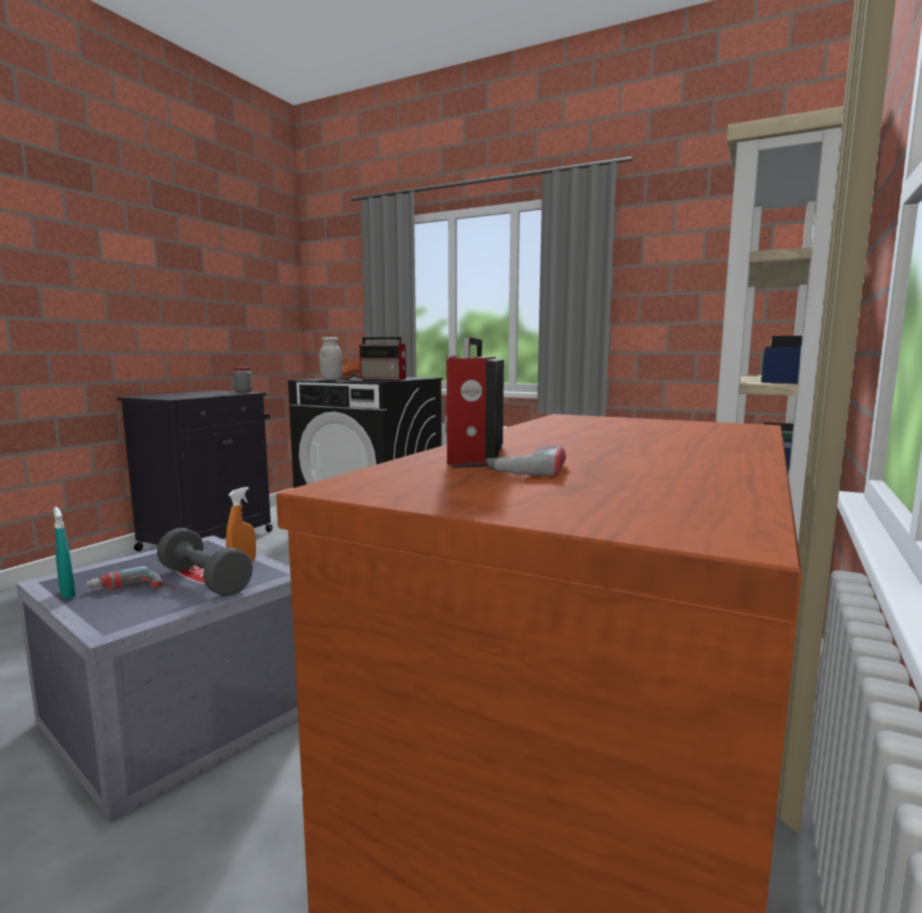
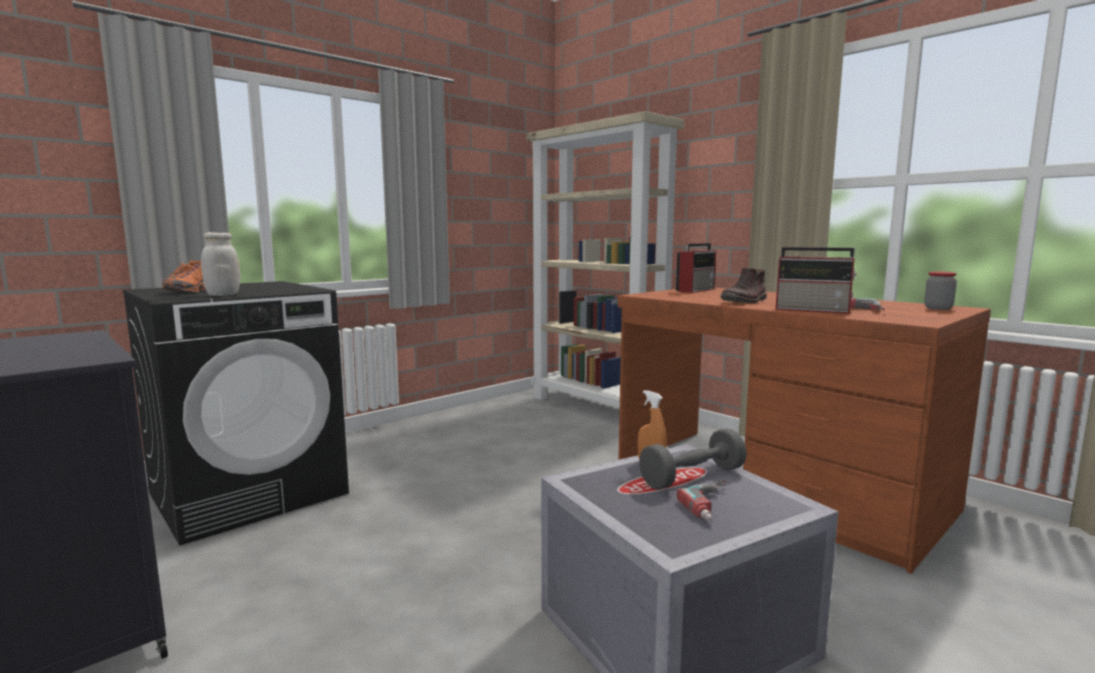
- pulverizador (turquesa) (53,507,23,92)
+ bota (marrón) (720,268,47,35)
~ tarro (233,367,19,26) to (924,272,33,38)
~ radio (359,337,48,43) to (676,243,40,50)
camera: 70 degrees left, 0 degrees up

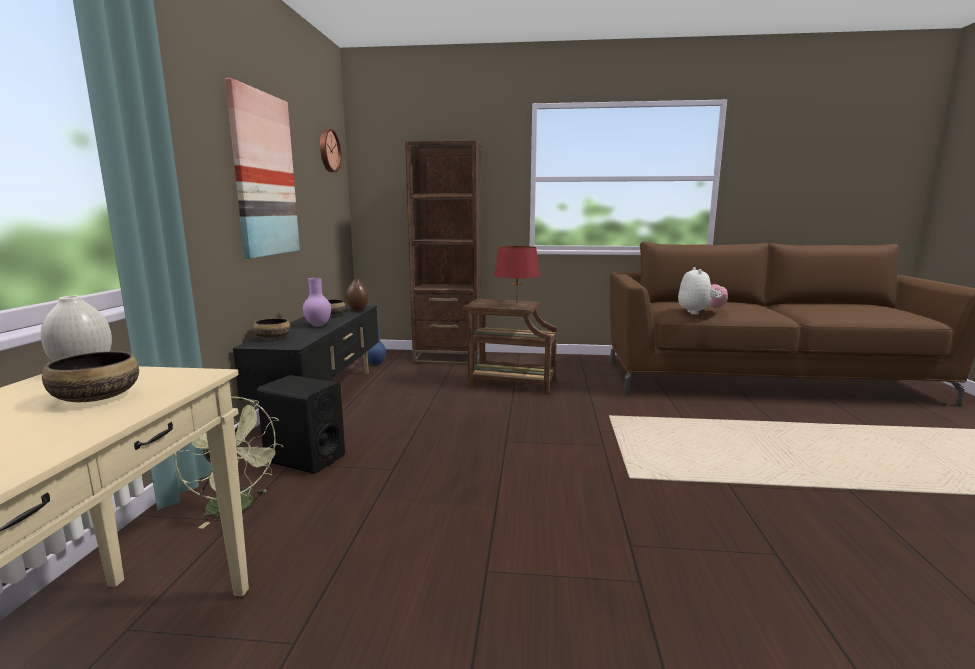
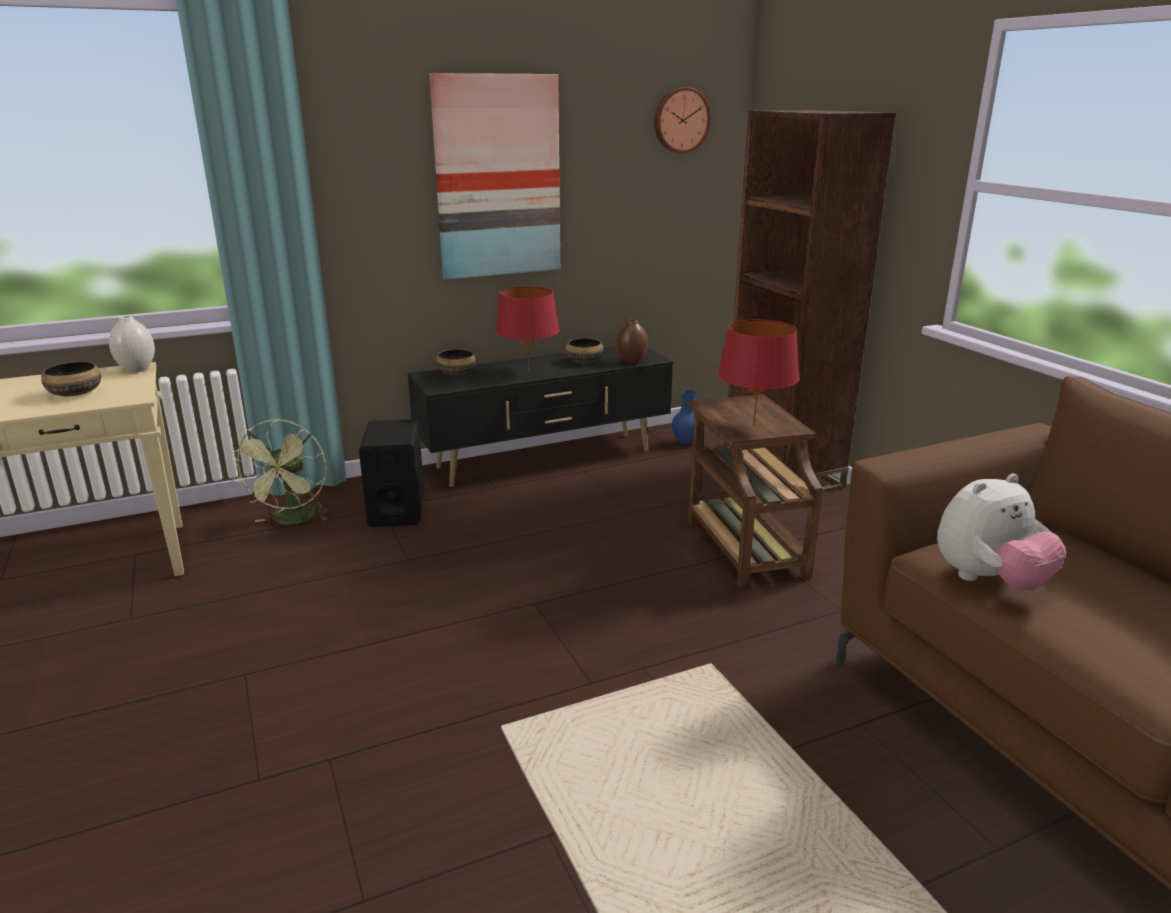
~ florero (morado) (303,278,28,49) to lámpara de mesa (rojo) (495,286,65,85)
camera: 60 degrees right, 10 degrees up

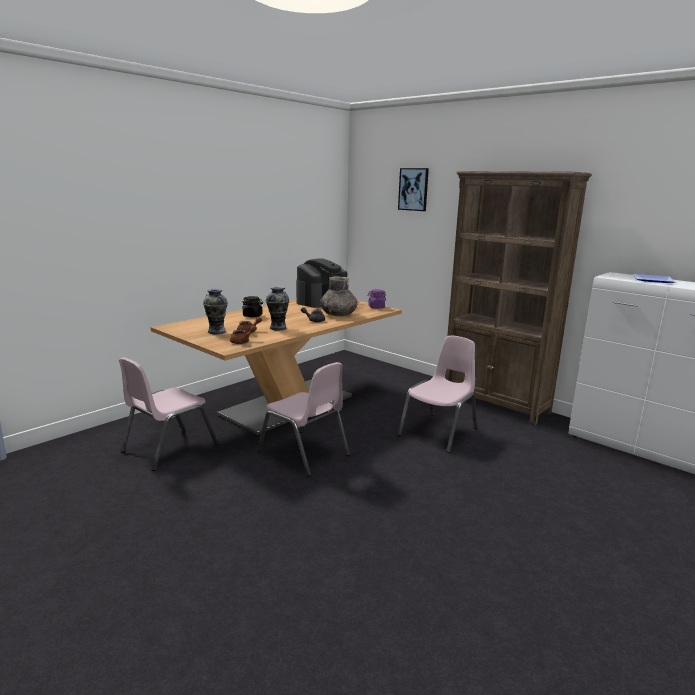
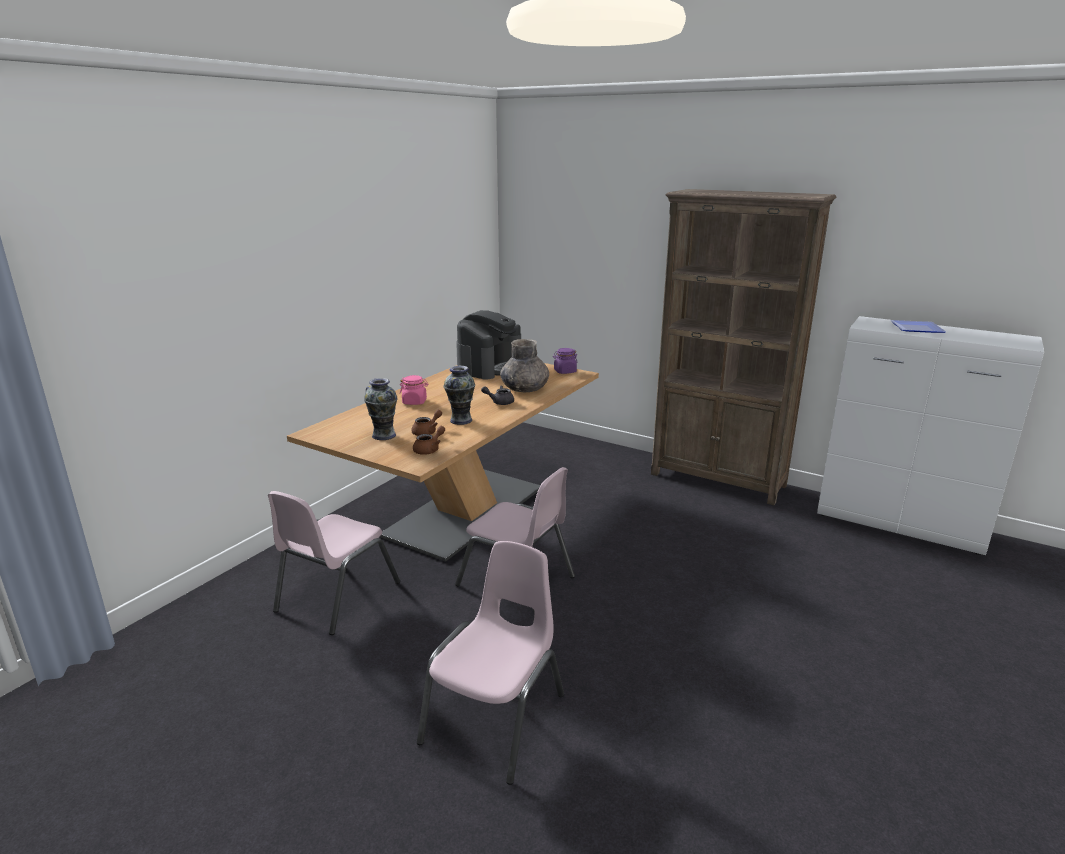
- cuadro (398,168,31,43)
~ silla (rosa) (398,336,79,117) to (417,541,147,244)
~ tarro (negro) (242,296,21,21) to tarro (rosa) (400,375,28,30)
camera: 10 degrees left, 5 degrees up

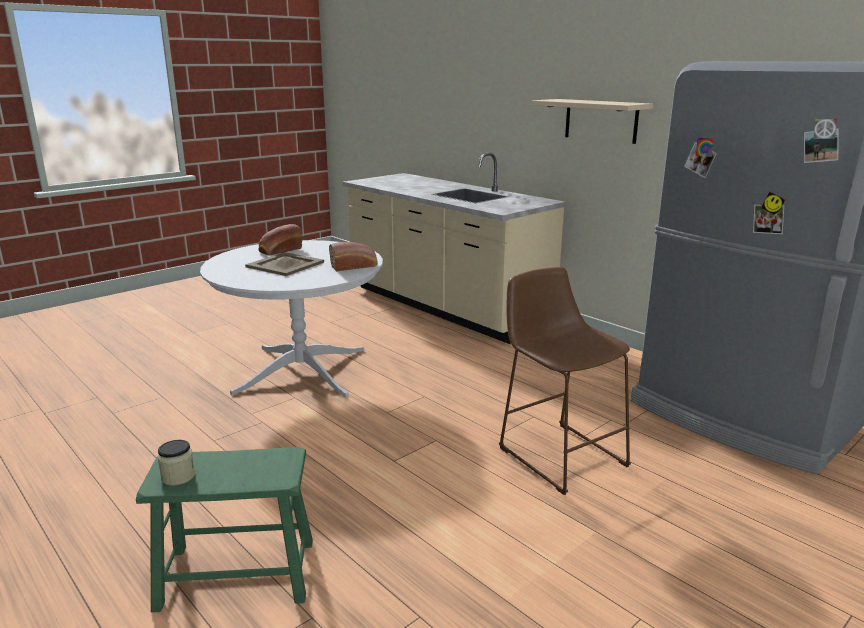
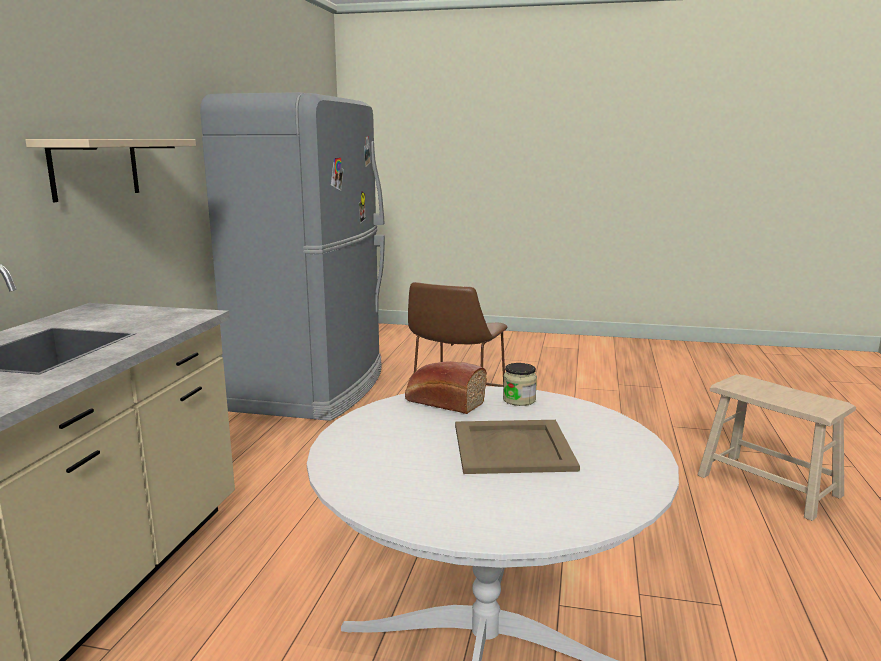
- pan (259,224,43,31)
~ tarro (158,440,37,46) to (503,363,34,43)
~ taburete (verde) (136,447,177,166) to taburete (beis) (698,374,158,147)
camera: 125 degrees left, 5 degrees down

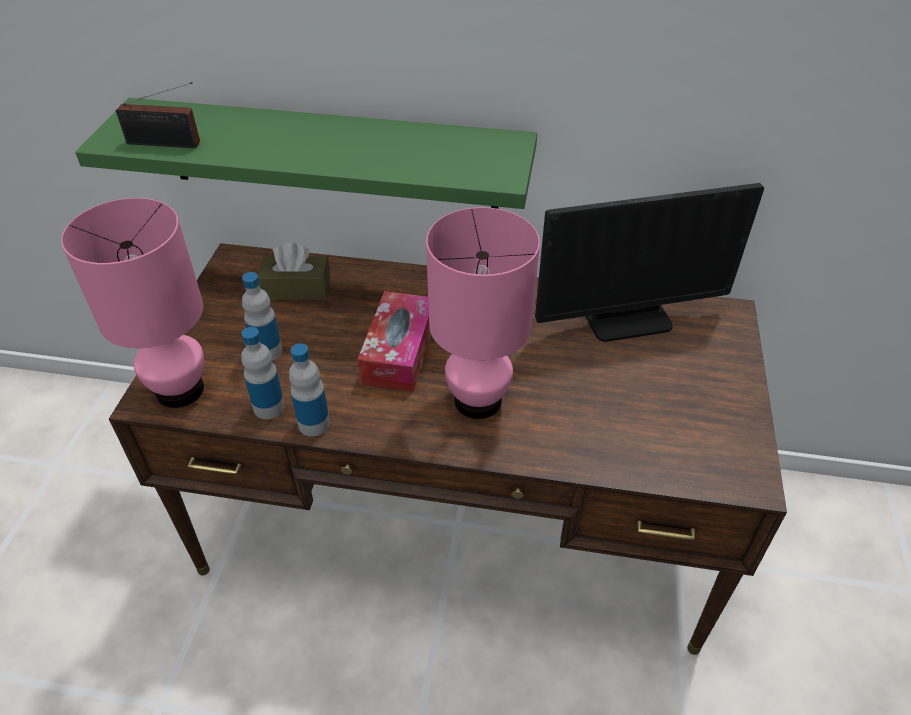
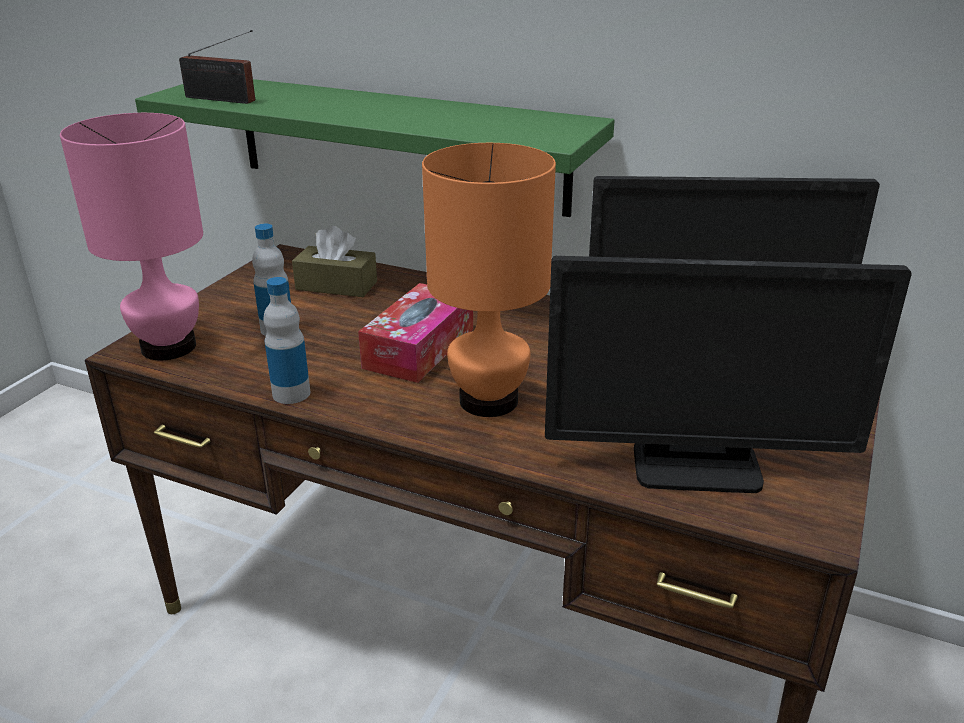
- botella (241,327,44,92)
+ monitor (545,256,367,237)
~ lámpara de mesa (rosa) (426,207,114,212) to lámpara de mesa (naranja) (422,143,134,274)
camera: 15 degrees right, 15 degrees down

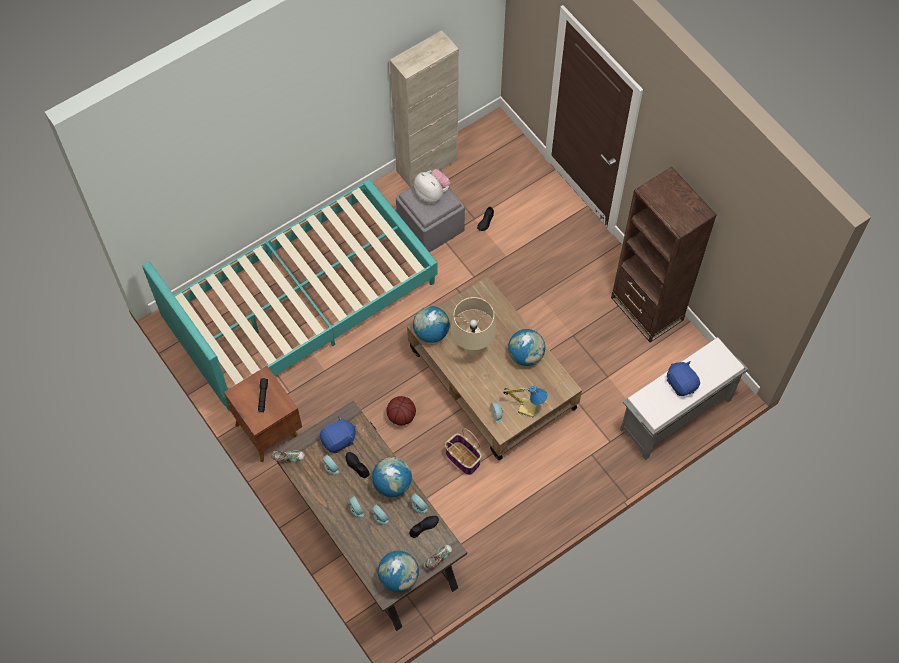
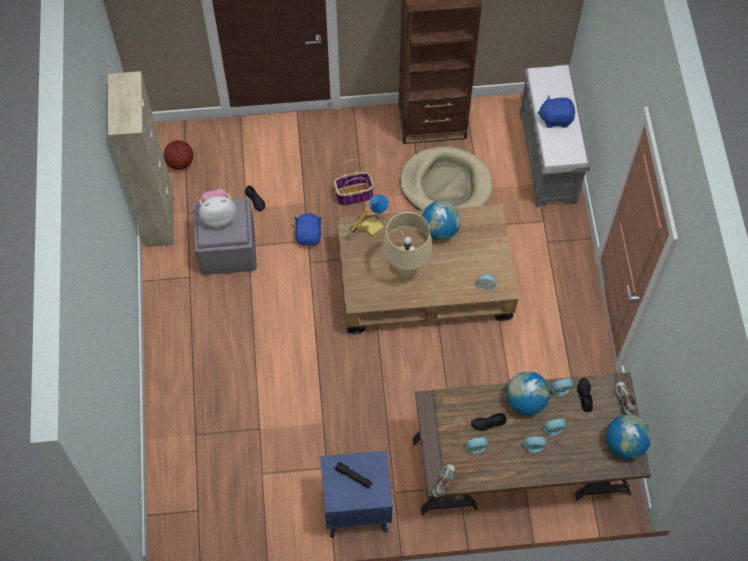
- cama (turquesa) (142,179,296,232)
- globo terráqueo (413,306,37,37)
+ cama para perro (beis) (400,146,93,65)
~ peluche (azul) (320,416,36,37) to (294,213,28,33)
~ balón de baloncesto (387,396,29,30) to (164,140,29,30)
~ cesta (445,428,37,47) to (334,159,40,47)
~ lámpara de mesa (503,385,45,33) to (350,195,38,43)
~ mesita de noche (marrón) (224,366,78,96) to mesita de noche (azul) (320,450,72,88)
camera: 60 degrees left, 0 degrees up

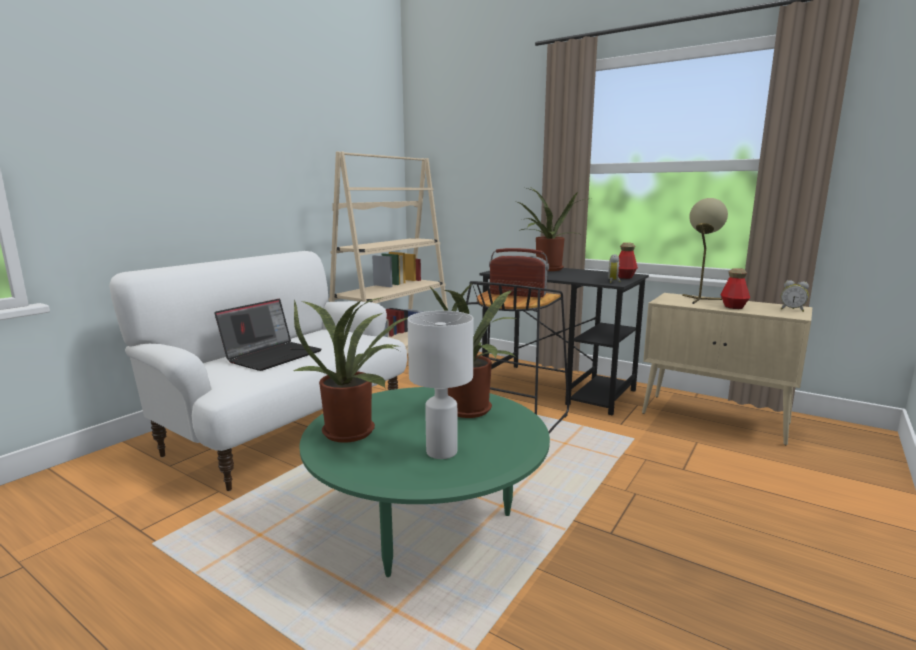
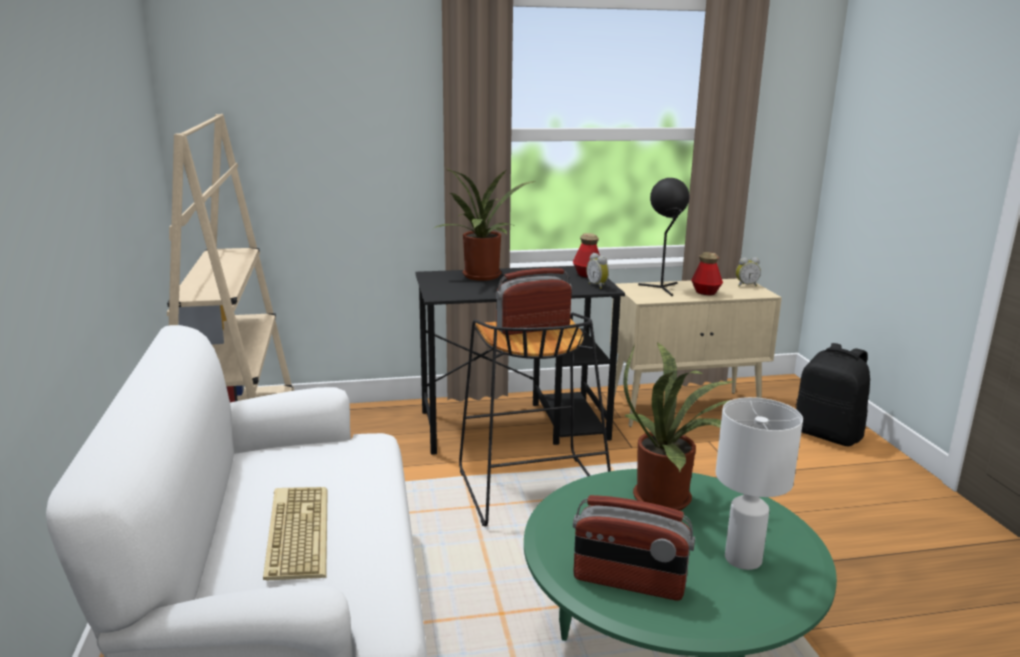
+ mochila (negro) (796,343,74,103)
~ portátil (214,299,108,72) to teclado (263,487,65,94)
~ planta en maceta (293,297,115,146) to radio (573,495,122,105)
~ lámpara de mesa (beis) (682,198,46,106) to lámpara de mesa (negro) (638,178,51,118)
camera: 45 degrees left, 5 degrees up

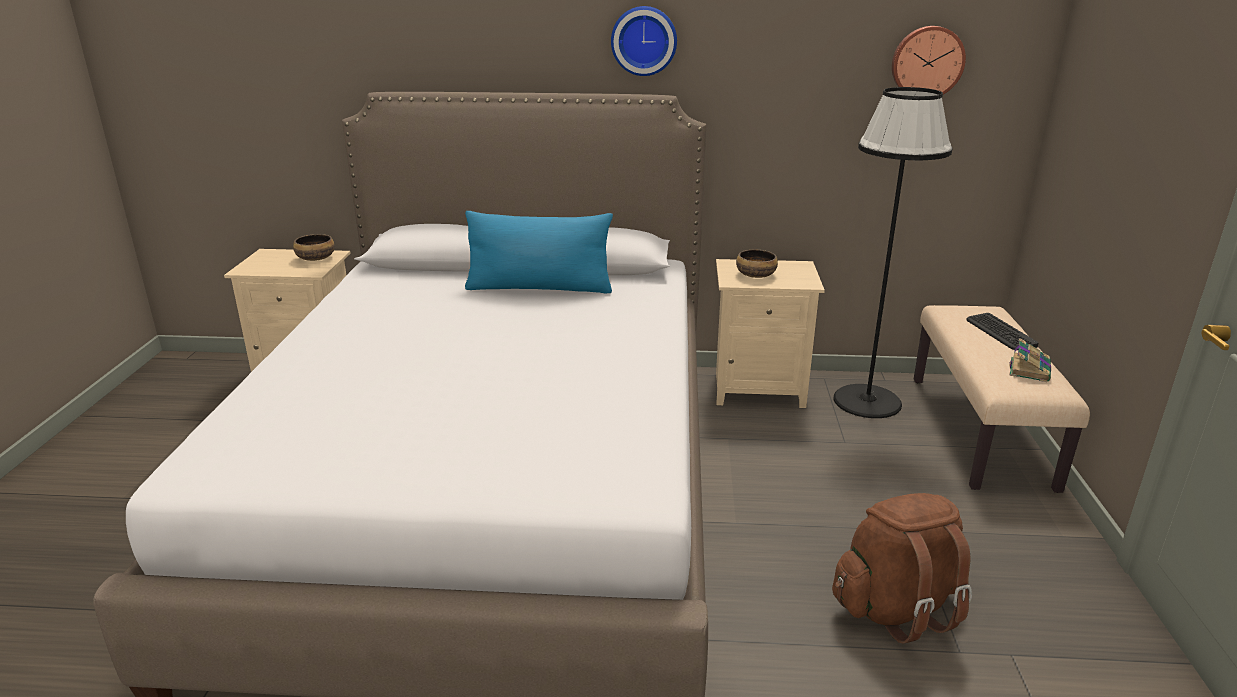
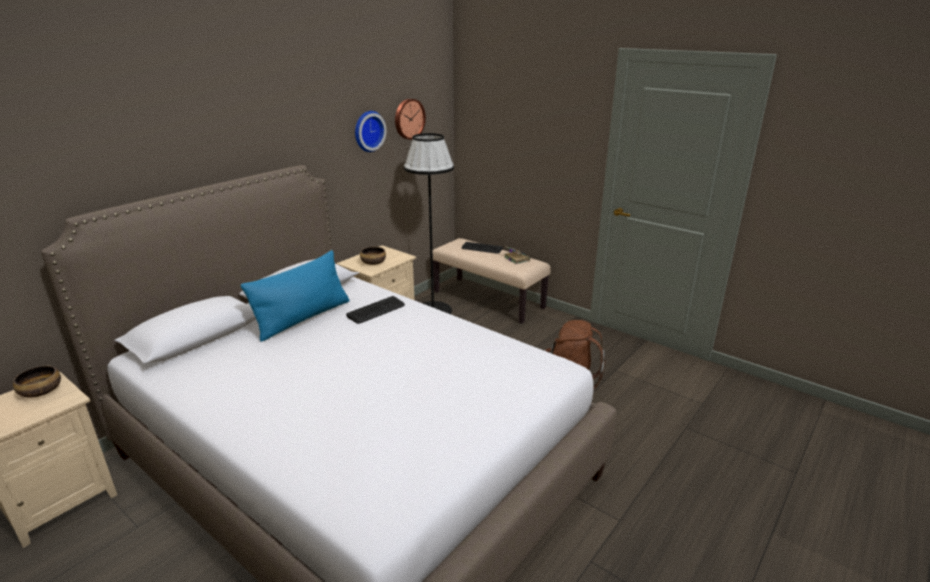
+ teclado (346,296,59,28)
~ reloj de pared (611,6,66,70) to (355,111,32,41)
camera: 55 degrees left, 0 degrees up

